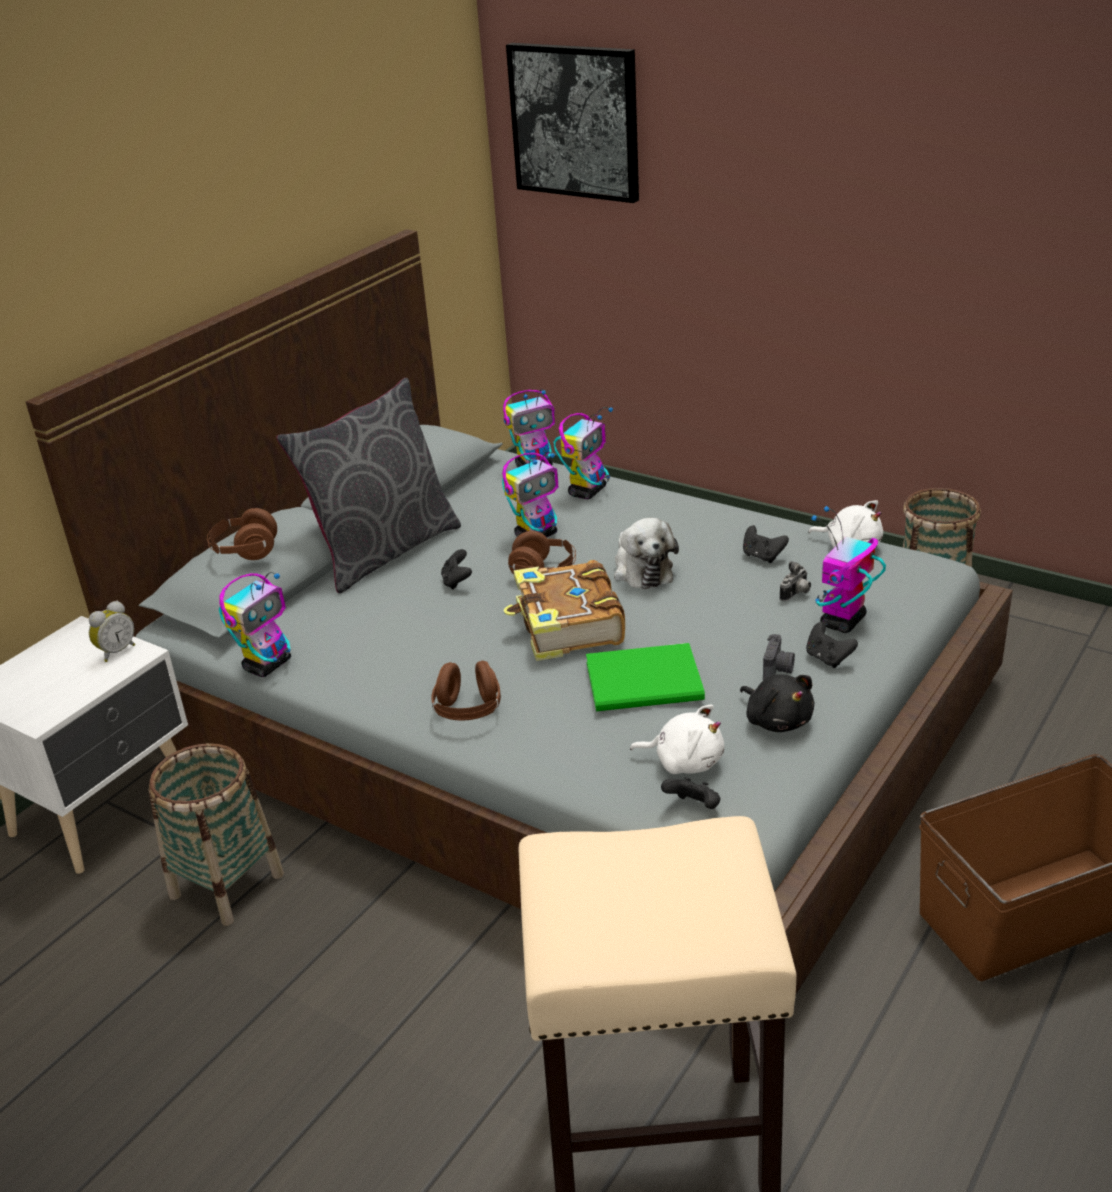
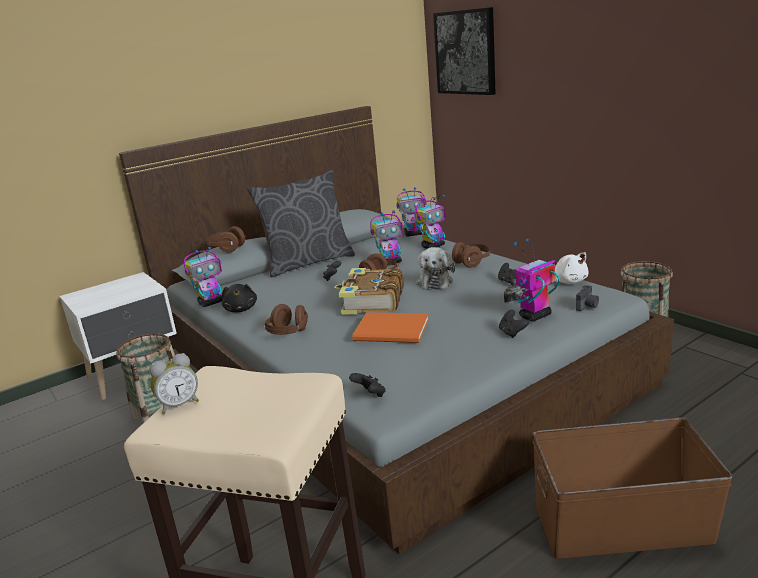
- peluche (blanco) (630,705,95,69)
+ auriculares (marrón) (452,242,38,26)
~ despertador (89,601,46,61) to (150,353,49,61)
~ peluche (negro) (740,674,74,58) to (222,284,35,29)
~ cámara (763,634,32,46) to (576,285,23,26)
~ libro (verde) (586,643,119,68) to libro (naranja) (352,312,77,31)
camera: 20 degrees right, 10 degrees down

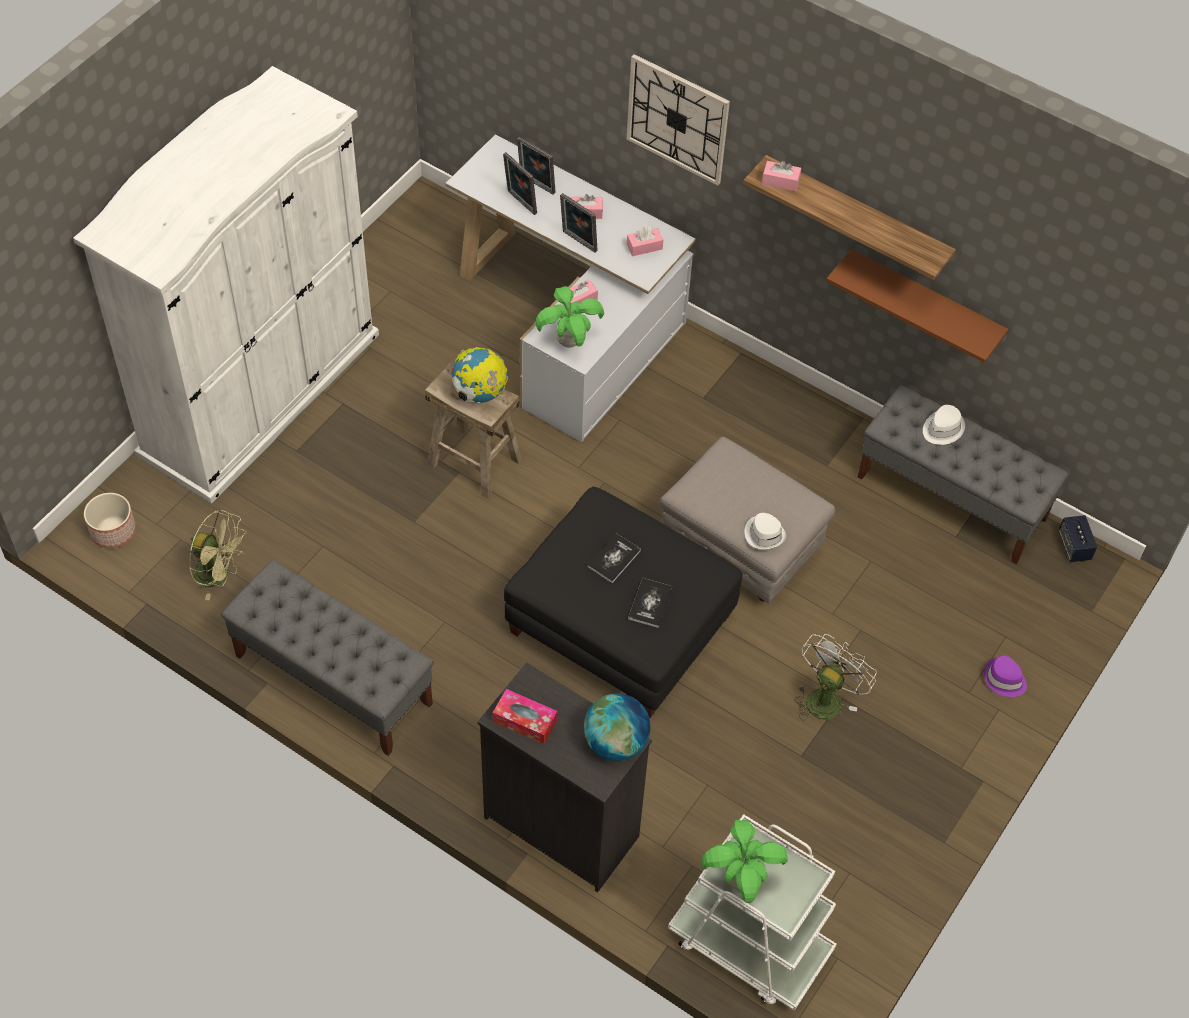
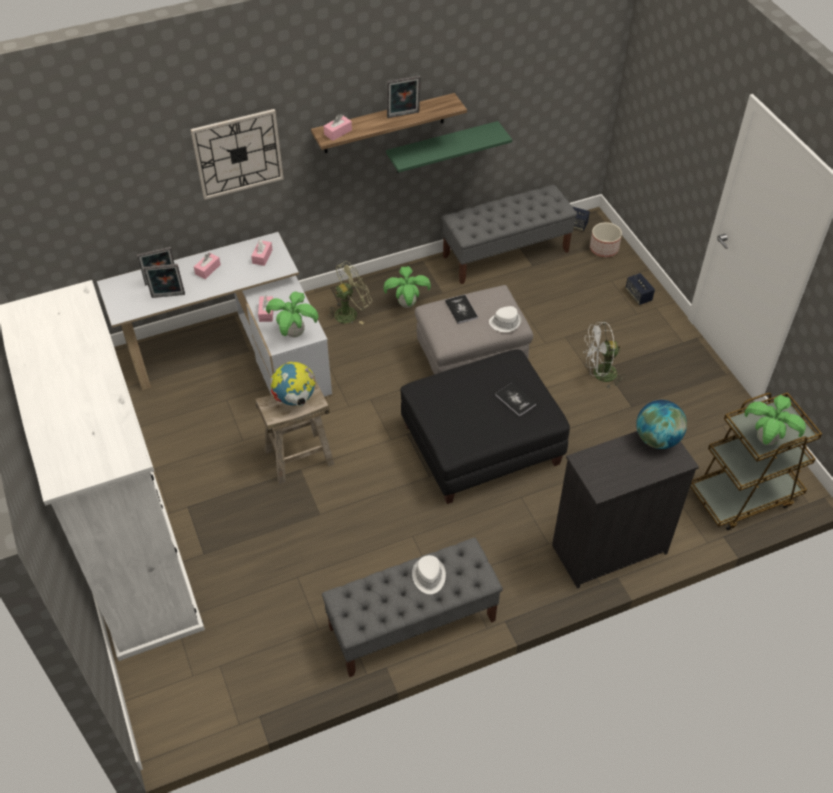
- caja de pañuelos (493,689,64,55)
+ planta en maceta (384,266,47,42)
~ maceta (84,493,52,55) to (590,222,32,35)
~ ventilador (verde) (189,510,58,90) to (327,261,45,64)
~ portarretratos (560,193,38,60) to (387,76,34,42)
~ libro (587,534,54,49) to (445,295,33,29)
~ sombrero (blanco) (923,405,42,40) to (412,555,34,39)
~ sombrero (morado) (984,656,43,41) to altavoz (625,273,30,32)
~ carrito (blanco) (668,814,169,197) to carrito (marrón) (690,392,132,138)
~ estante (marrón) (826,249,182,114) to estante (verde) (386,121,126,52)
~ ventilador (blanco) (794,634,83,87) = (583,322,43,67) 75 degrees counterclockwise
camera: 55 degrees left, 5 degrees down

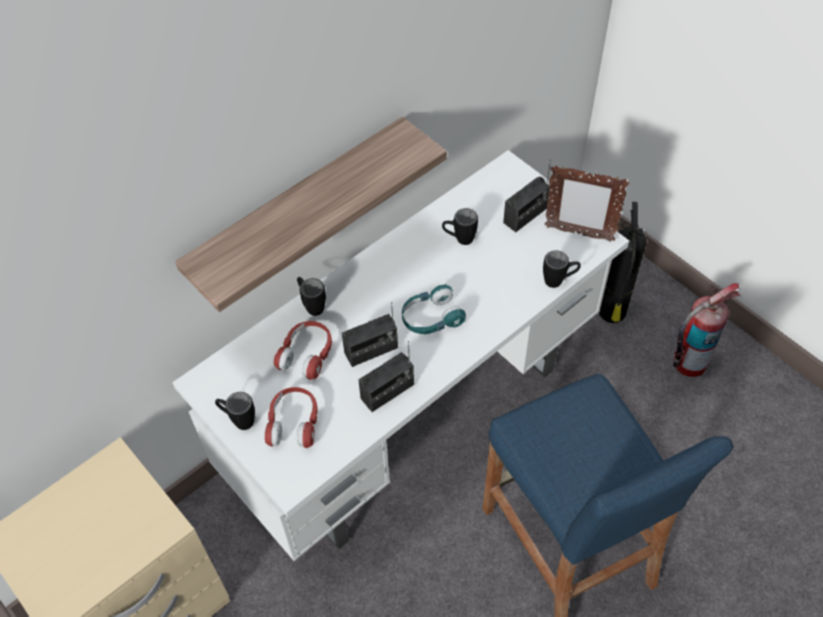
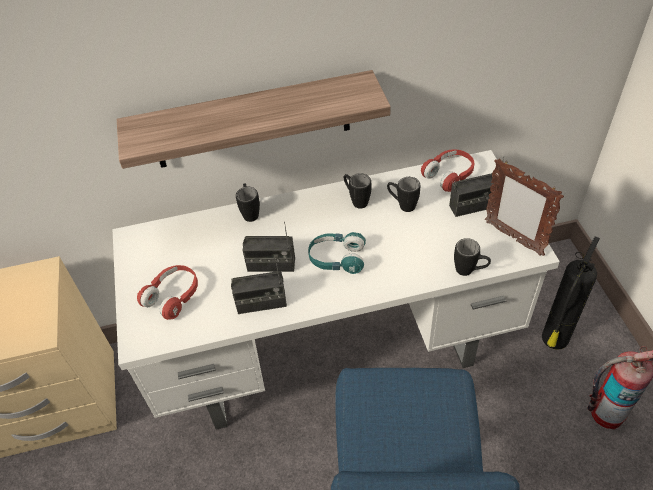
~ taza grande (negro) (215,392,40,38) to (344,173,27,36)
~ auriculares (rojo) (274,321,58,59) to (421,149,53,43)
camera: 30 degrees right, 5 degrees down

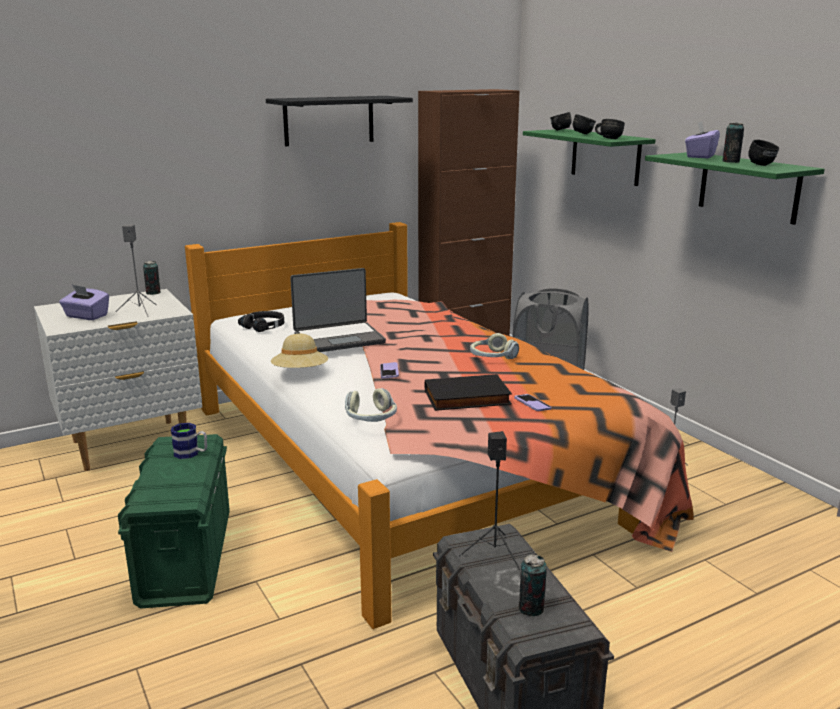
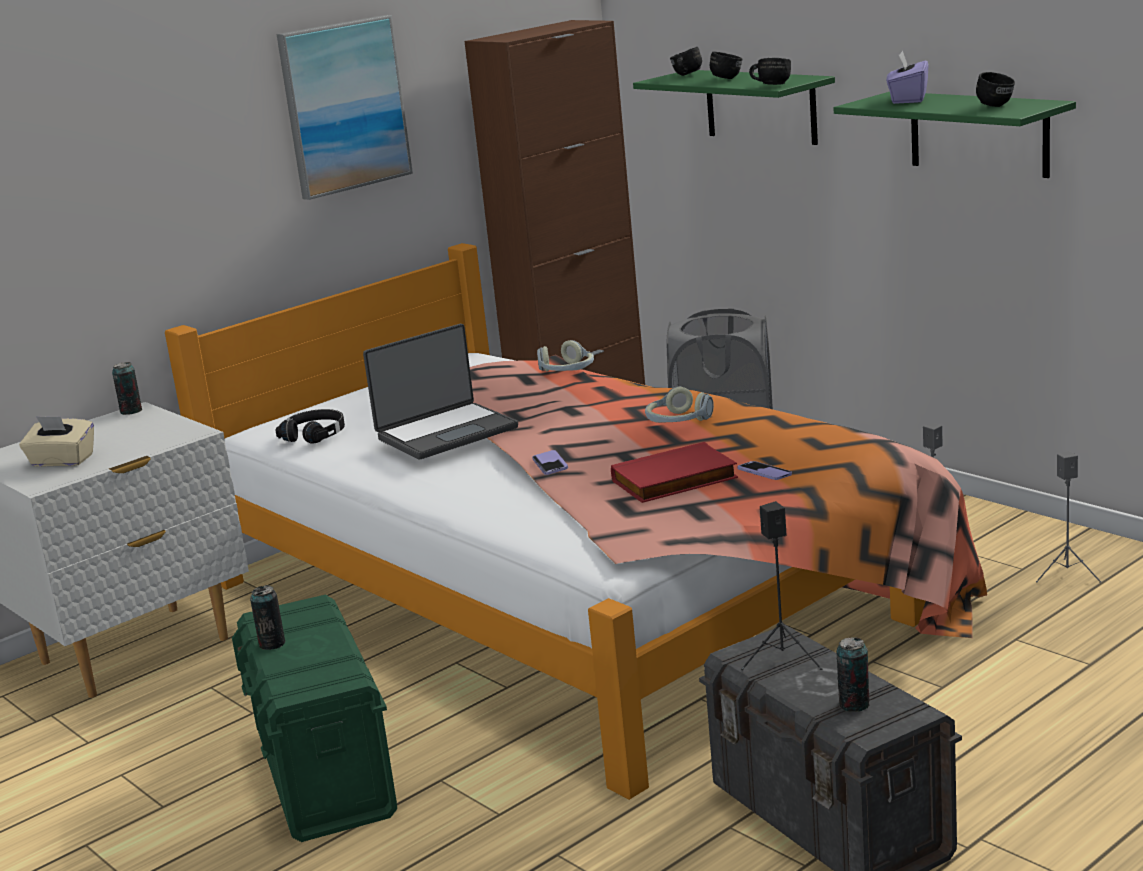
- taza grande (171,423,36,36)
- sombrero (beis) (271,334,57,34)
~ altavoz (gris) (116,224,41,93) to (1036,451,65,132)
~ auriculares (345,388,52,34) to (537,340,57,31)
~ lata (723,123,21,40) to (250,585,35,65)
~ estante (negro) (266,96,147,50) to cuadro (276,15,137,185)
~ caja de pañuelos (morado) (59,285,50,35) to caja de pañuelos (beis) (19,416,75,51)
~ libro (negro) (425,374,87,37) to libro (rojo) (611,442,127,61)
camera: 10 degrees left, 0 degrees up

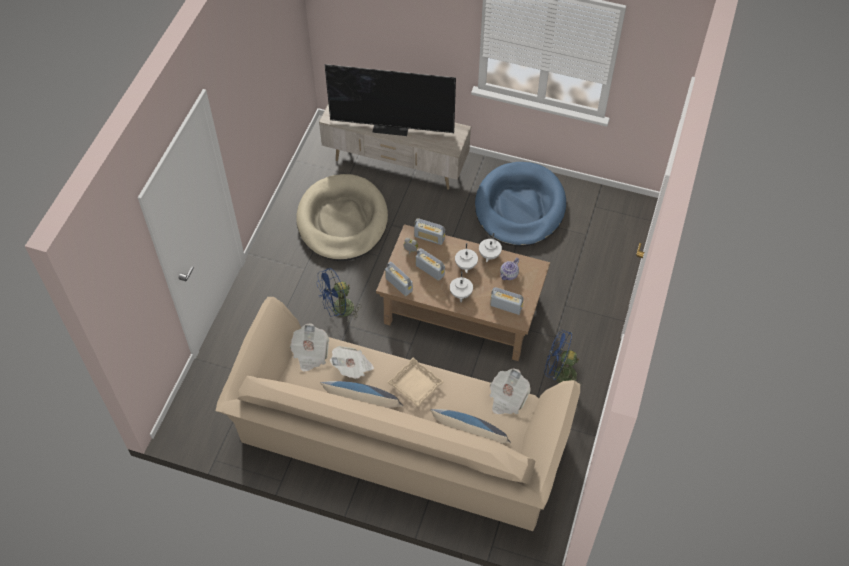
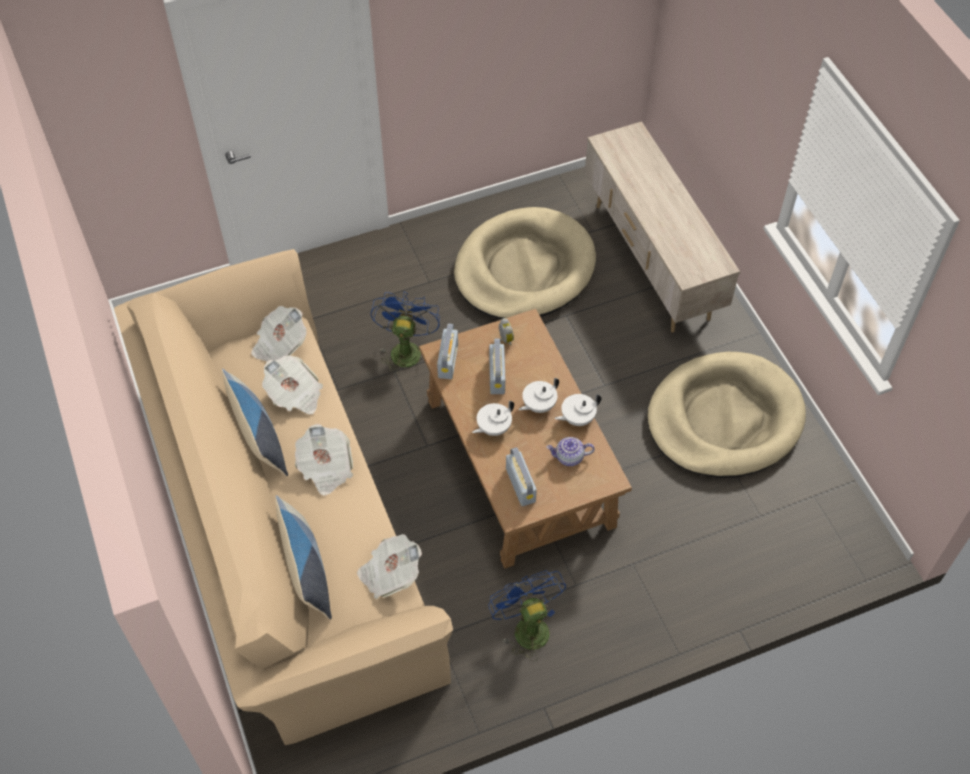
- televisor (325,64,131,72)
- radio (414,218,31,27)
~ bandeja (beis) (387,358,57,49) to periódico (295,424,58,72)
~ cama para perro (azul) (475,162,91,85) to cama para perro (beis) (647,352,159,126)
~ ventilador (azul) (316,268,45,54) = (371,292,69,82) 75 degrees clockwise
camera: 50 degrees right, 0 degrees up

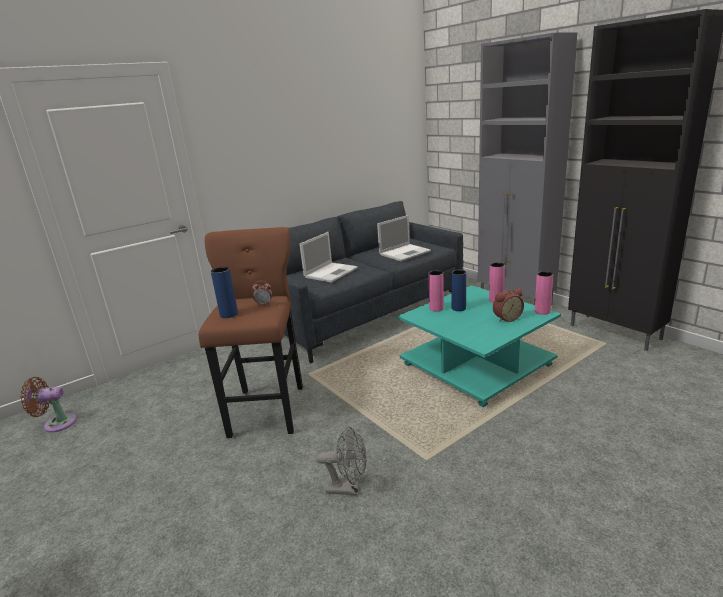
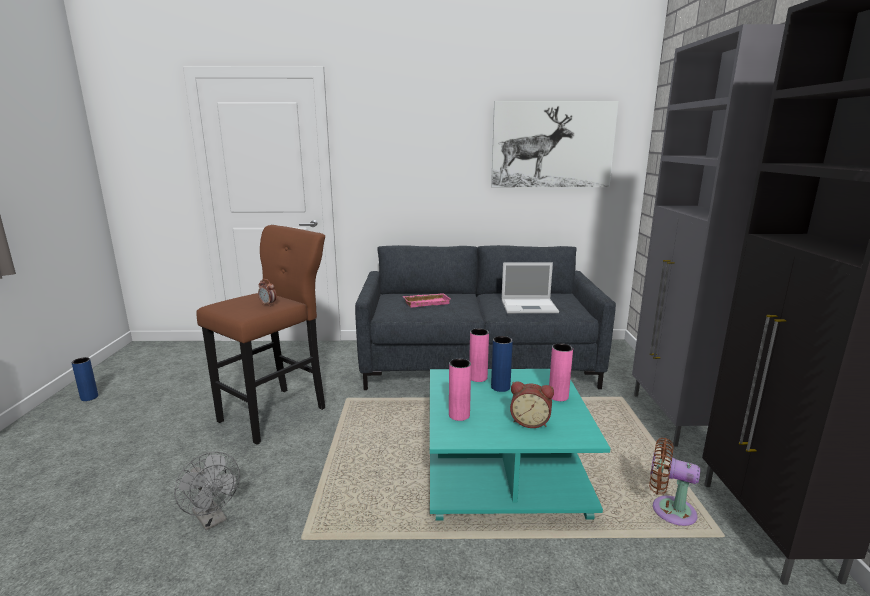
+ cuadro (491,101,128,86)
~ ventilador (marrón) (21,377,56,56) to (649,438,51,88)
~ florero (azul) (211,267,27,51) to (72,357,26,44)
~ florero (rosa) (535,271,18,44) to (449,359,22,62)
~ portátil (300,232,58,51) to bandeja (rosa) (403,293,48,15)
camera: 35 degrees right, 5 degrees down

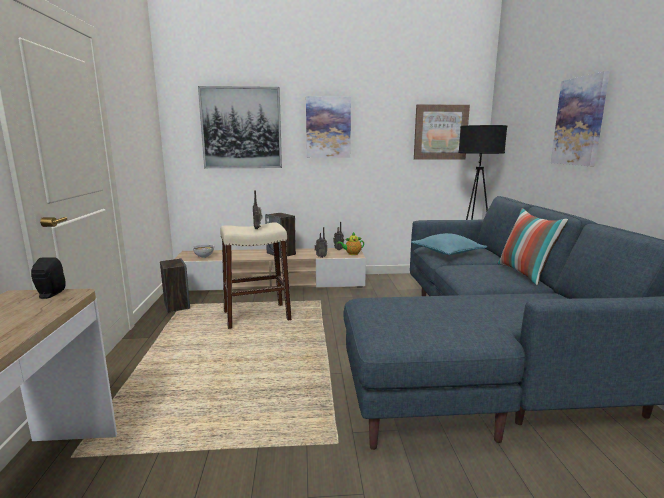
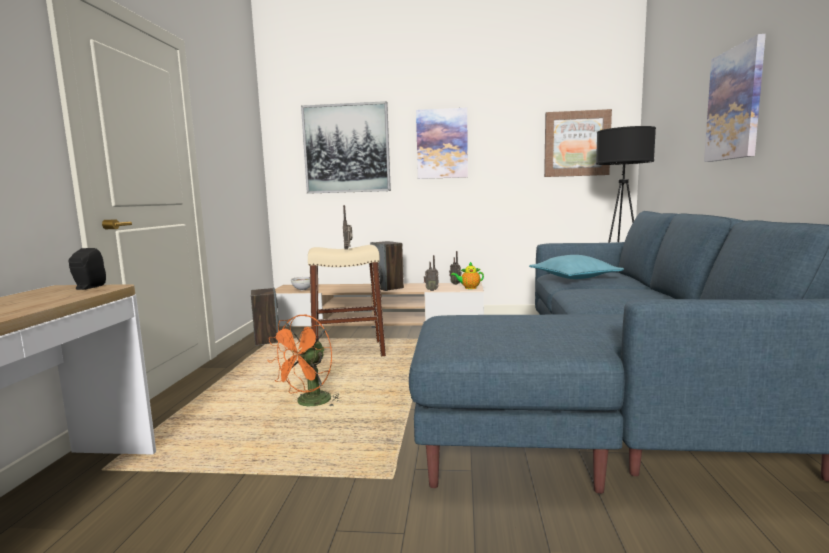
- cojín (497,208,71,77)
+ ventilador (naranja) (267,314,72,93)
camera: 10 degrees right, 5 degrees down

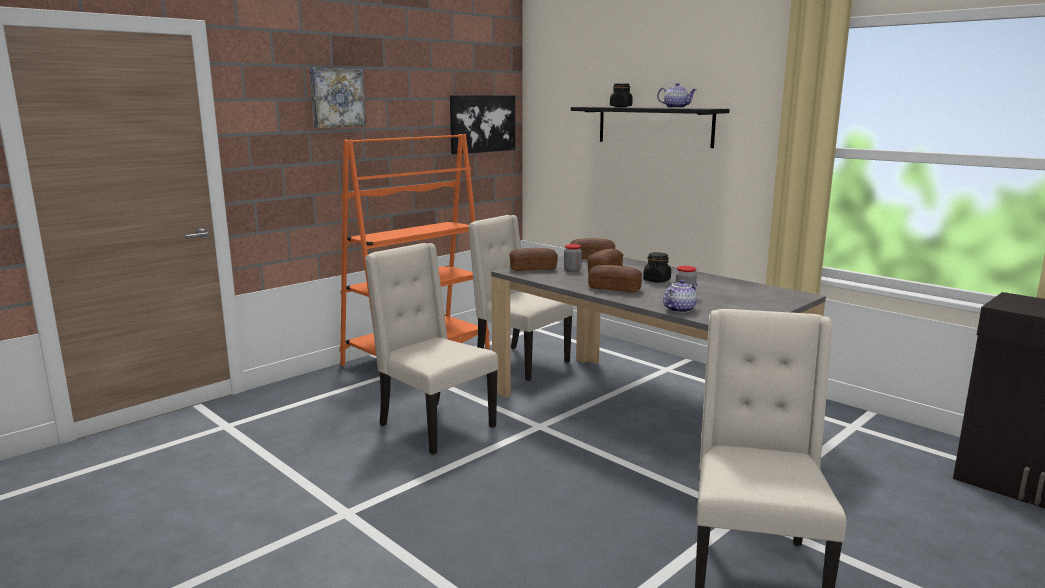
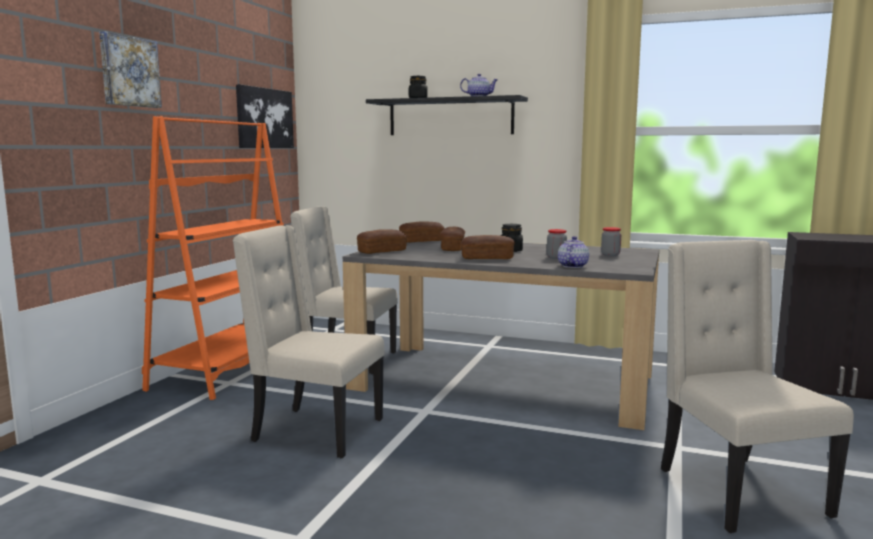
~ tarro (564,244,18,28) to (601,227,20,29)
camera: 25 degrees left, 5 degrees down

